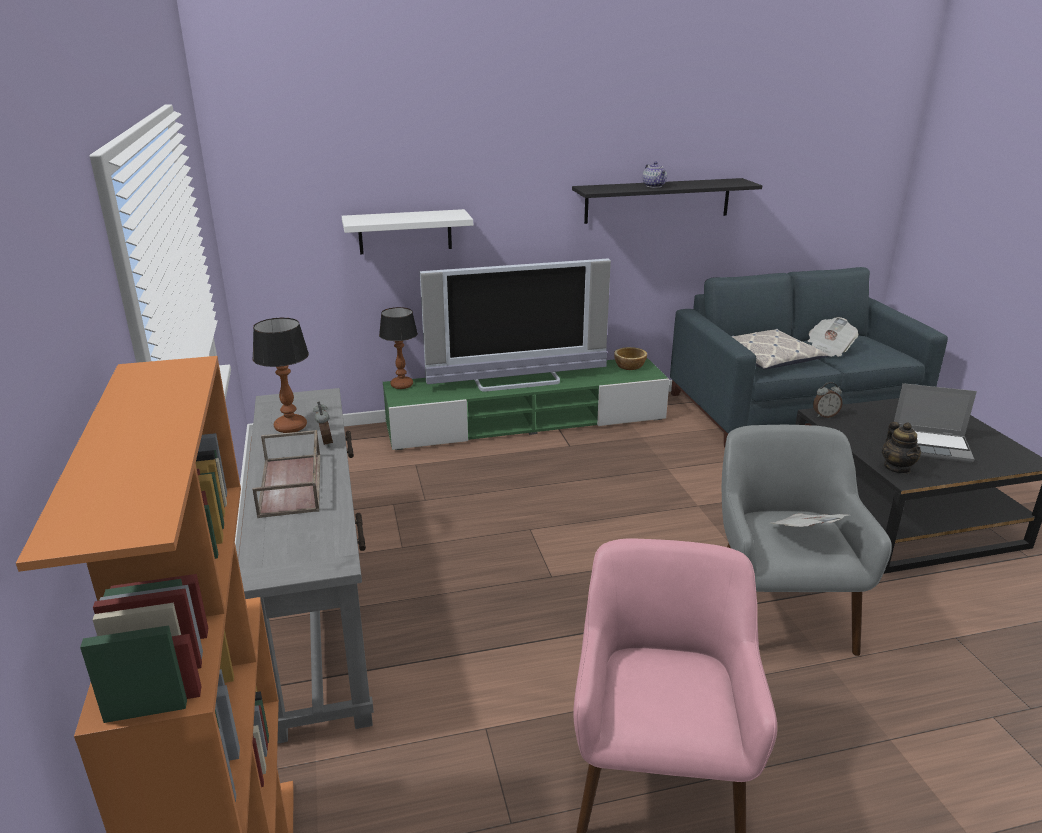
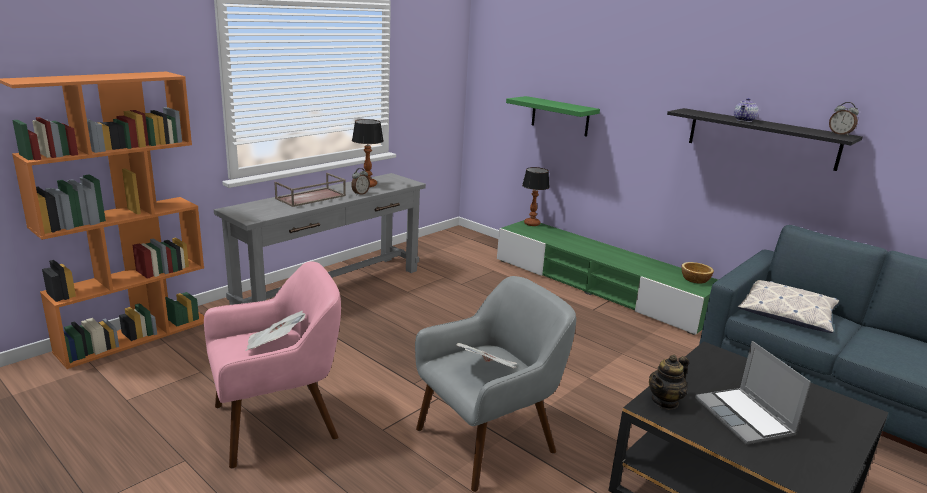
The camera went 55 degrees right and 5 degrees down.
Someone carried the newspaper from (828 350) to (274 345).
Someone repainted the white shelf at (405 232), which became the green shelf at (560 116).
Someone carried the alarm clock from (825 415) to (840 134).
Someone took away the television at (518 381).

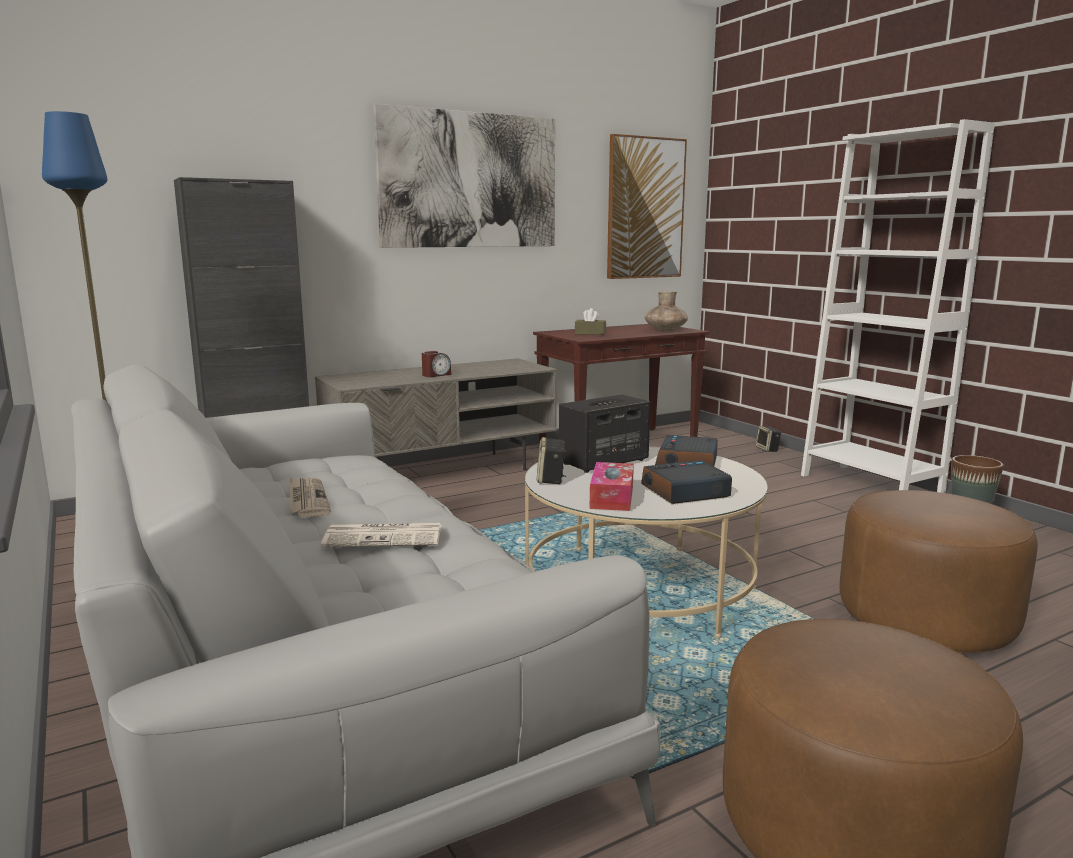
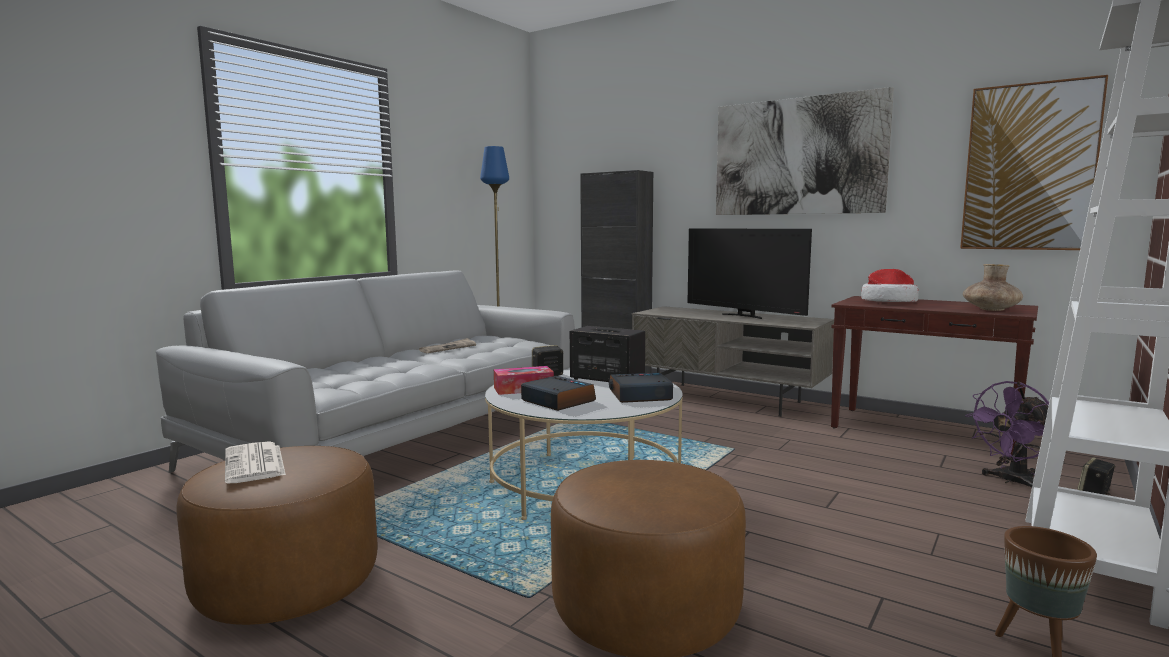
The camera went 65 degrees right and 5 degrees down.
Someone carried the newspaper from (385 536) to (255 464).
Someone put down the television at (744 316).
Someone swapped the brown tissue box at (590 333) for the hat at (888 302).
Someone put down the purple fan at (1011 481).
Someone took away the alarm clock at (436 375).

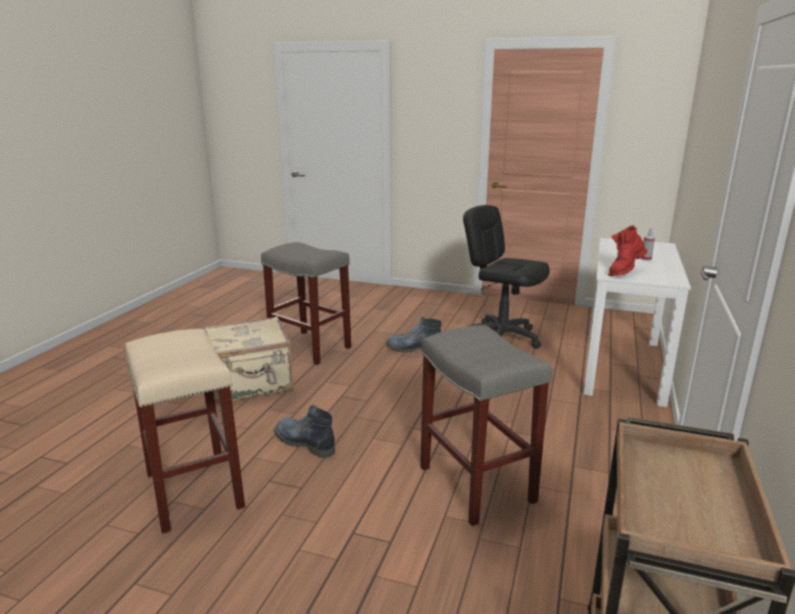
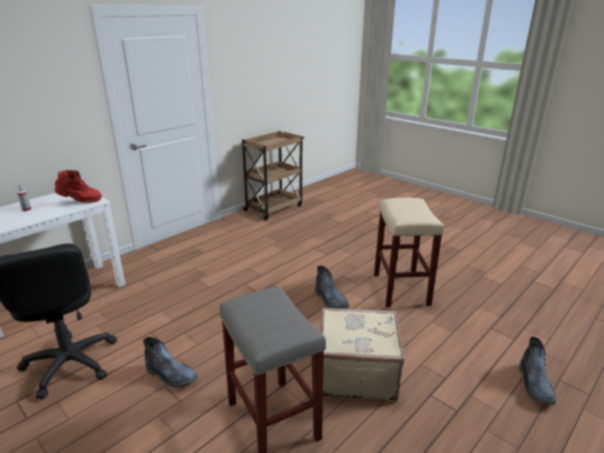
The camera went 155 degrees left and 5 degrees up.
Someone put down the boot at (535 385).
Someone took away the grey stool at (474 483).

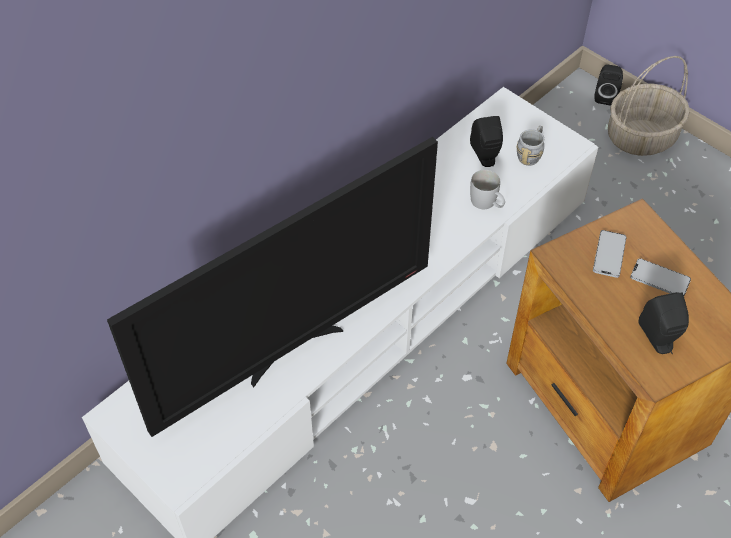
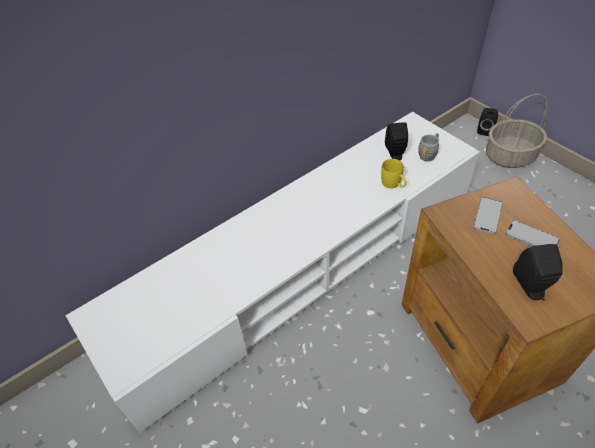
The camera went 10 degrees right and 5 degrees down.
Someone repainted the white mug at (487 203), which became the yellow mug at (393 184).
Someone took away the television at (292 349).

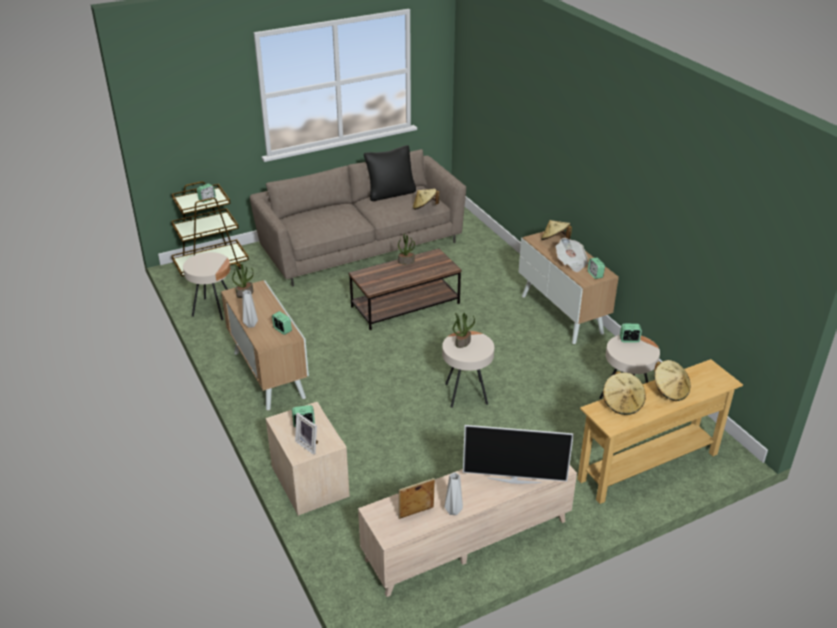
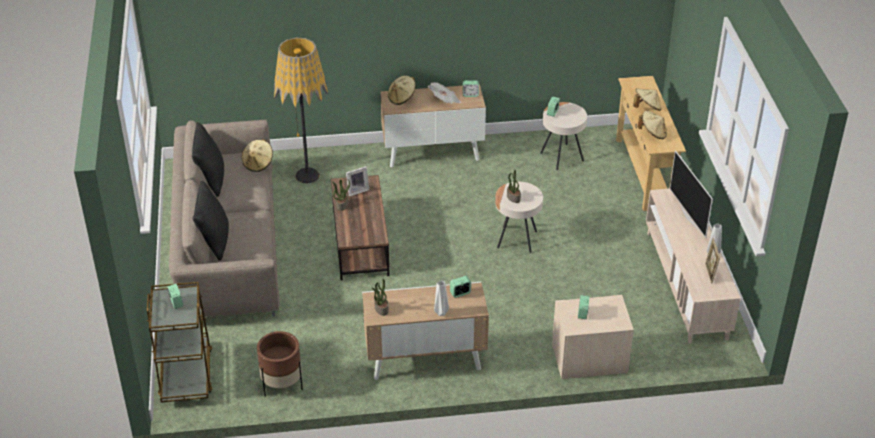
The camera went 70 degrees left and 5 degrees up.
Someone put down the black pillow at (214 241).
Someone swapped the beige side table at (213 309) for the brown planter at (282 385).
Someone put down the floor lamp at (307 176).
Someone carried the picture frame from (309 445) to (357 190).
Someone rotated the television at (514 479) by 135 degrees clockwise.

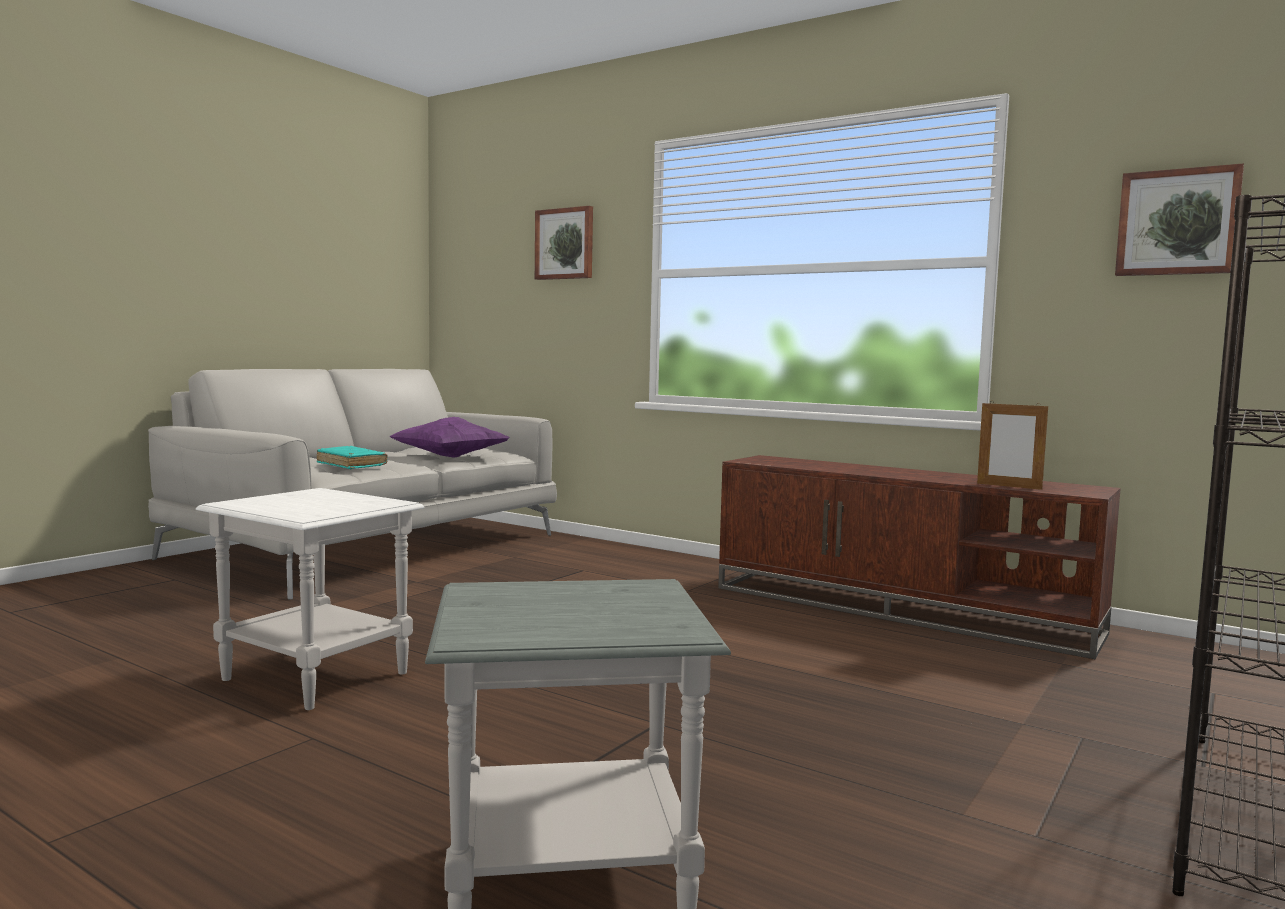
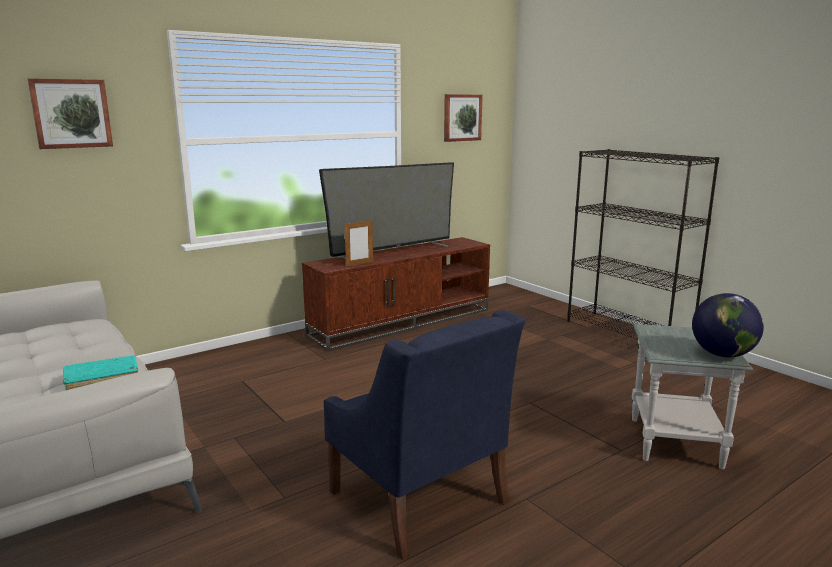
The camera went 70 degrees left and 10 degrees up.
Someone put down the television at (392 252).
Someone swapped the white side table at (314 676) for the blue armchair at (419 498).
Someone carried the picture frame from (1009 486) to (359 263).
Someone put down the globe at (723 354).
Someone took away the purple pillow at (449 457).

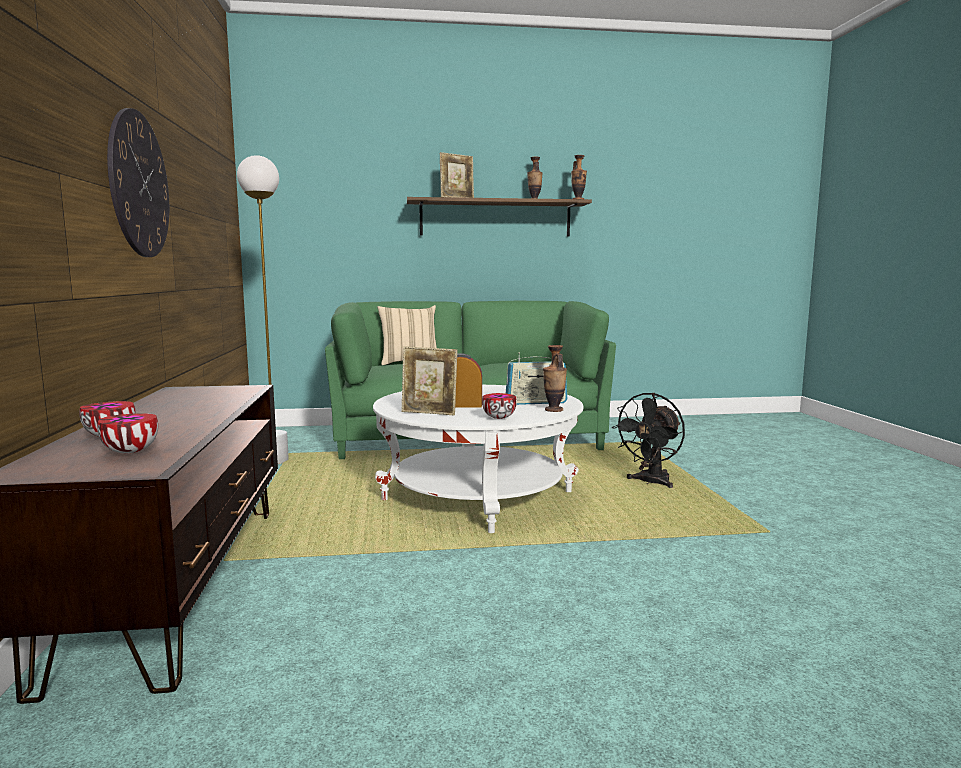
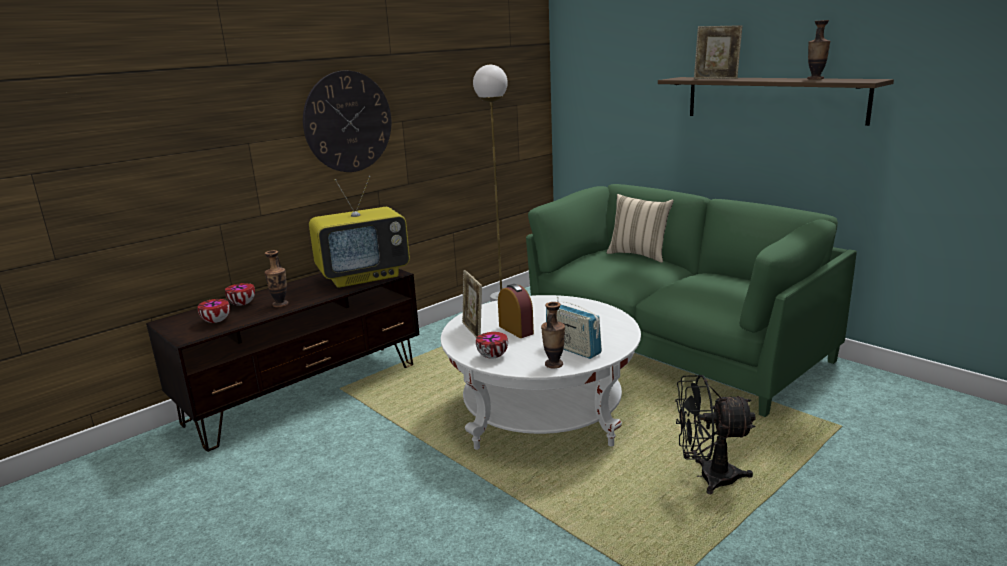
The camera went 55 degrees right and 10 degrees up.
Someone carried the vase from (578 200) to (280 304).
Someone put down the television at (364 276).

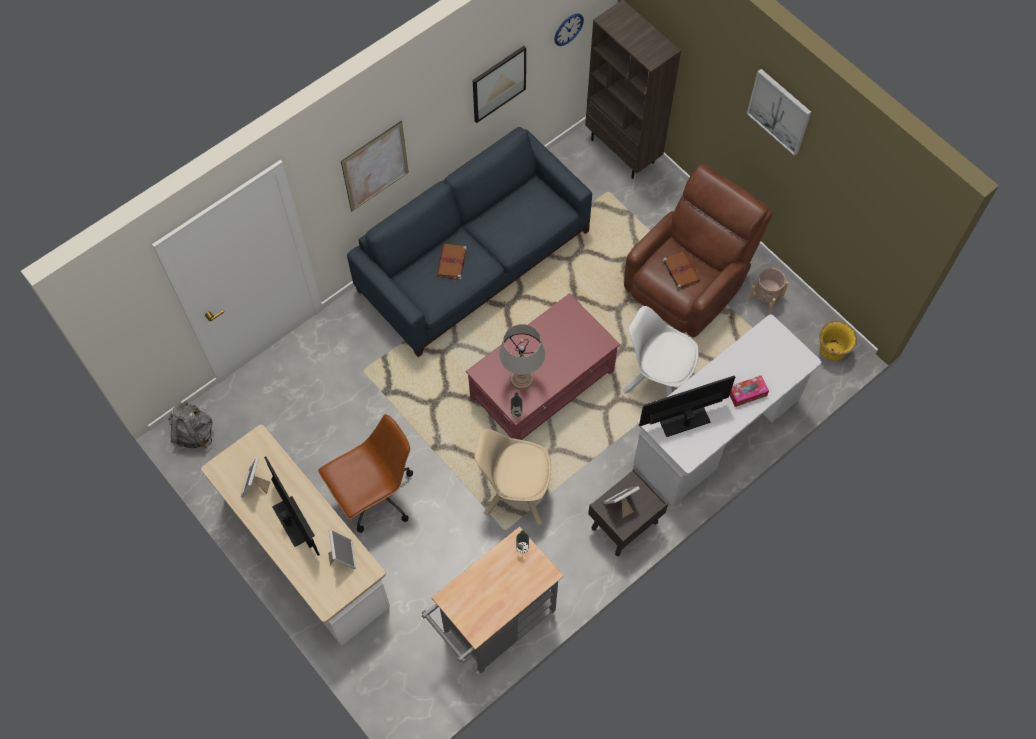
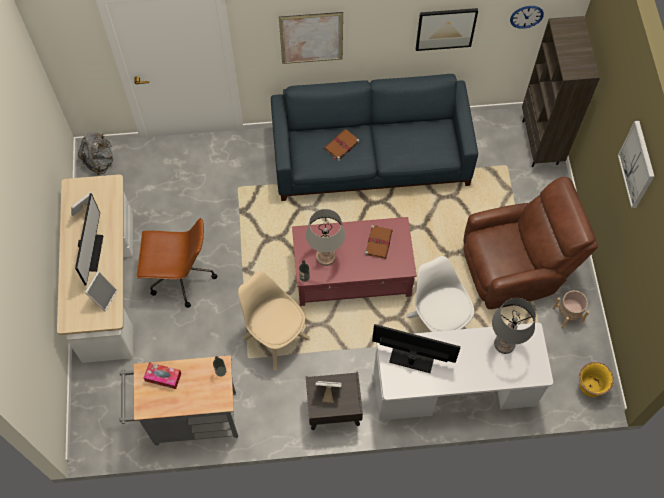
The camera went 35 degrees right and 0 degrees up.
Someone carried the tissue box from (747 393) to (163 377).
Someone carried the brown book from (680 270) to (378 242).
Someone put down the grey table lamp at (504 344).

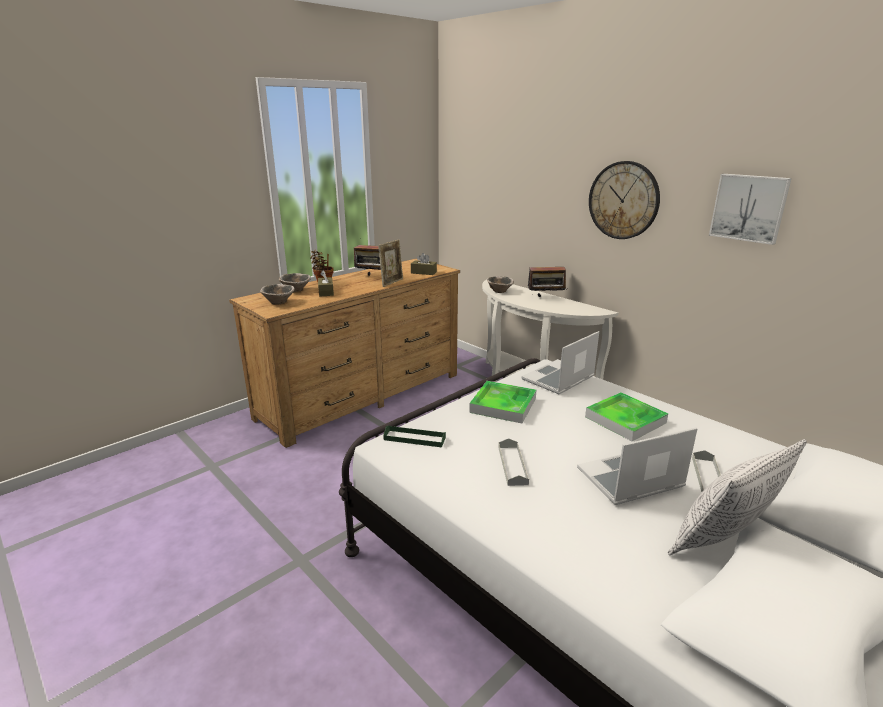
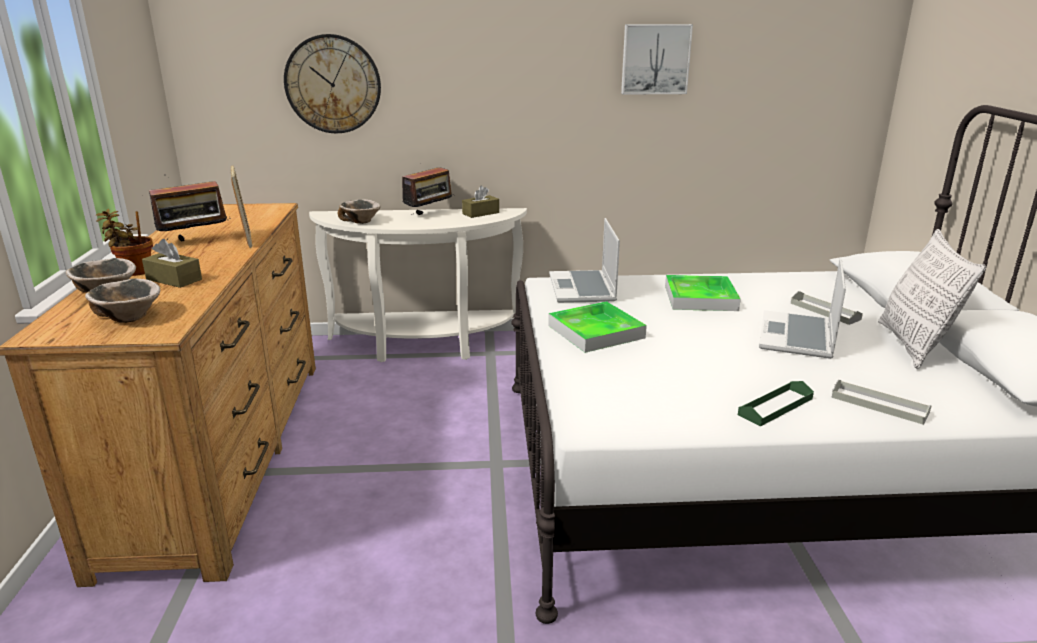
The camera went 50 degrees left and 0 degrees up.
Someone carried the wall clock from (623 200) to (333 84).
Someone carried the brown tissue box from (423 272) to (480 213).
Someone carried the green tray from (414 438) to (775 406).
Someone carried the grey tray from (512 465) to (879 405).

